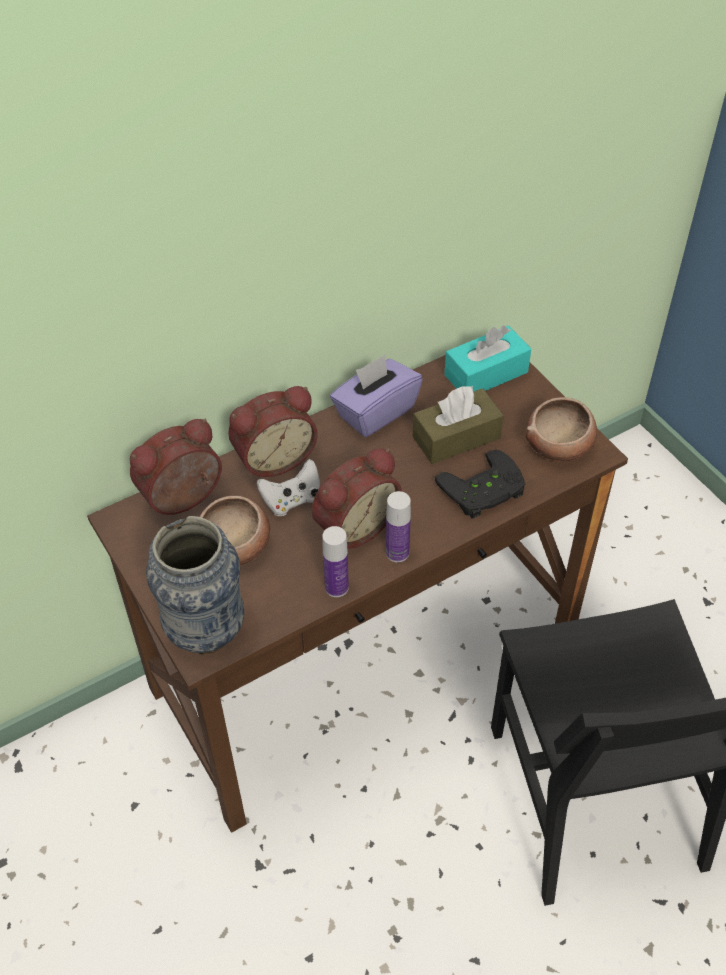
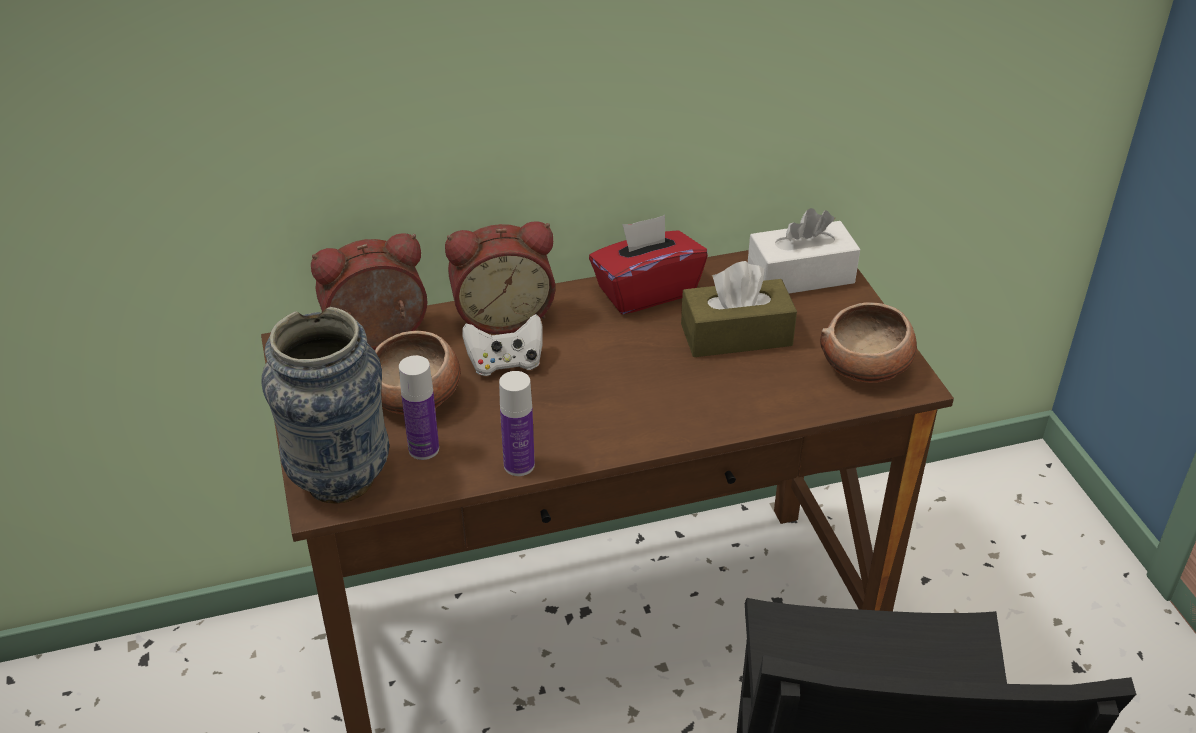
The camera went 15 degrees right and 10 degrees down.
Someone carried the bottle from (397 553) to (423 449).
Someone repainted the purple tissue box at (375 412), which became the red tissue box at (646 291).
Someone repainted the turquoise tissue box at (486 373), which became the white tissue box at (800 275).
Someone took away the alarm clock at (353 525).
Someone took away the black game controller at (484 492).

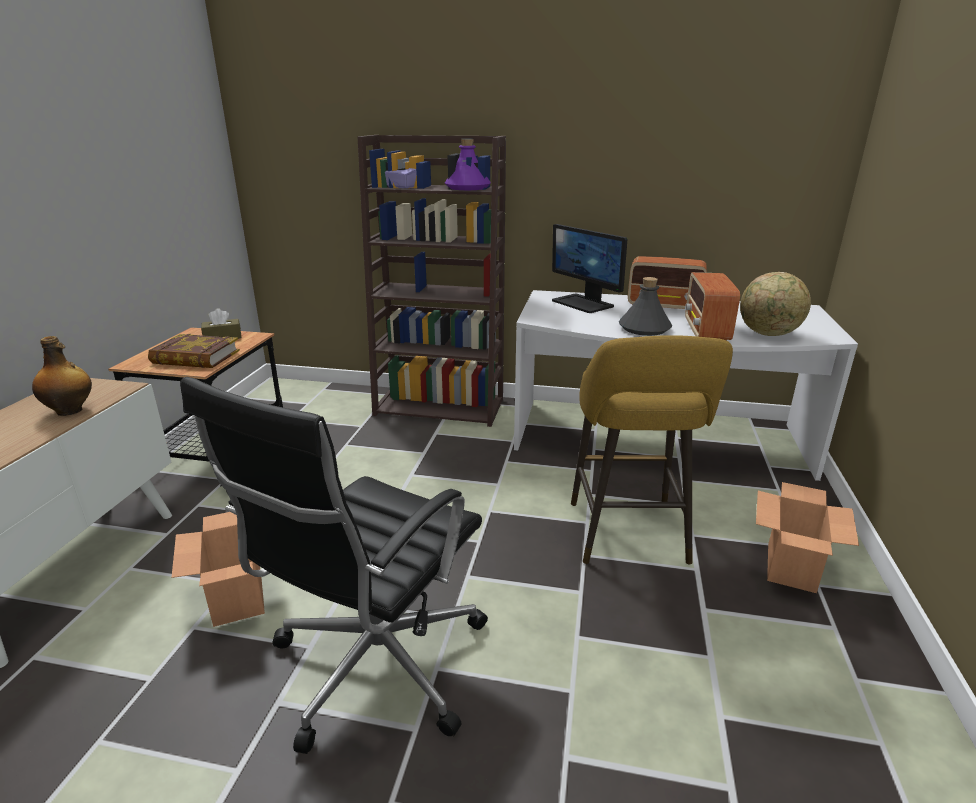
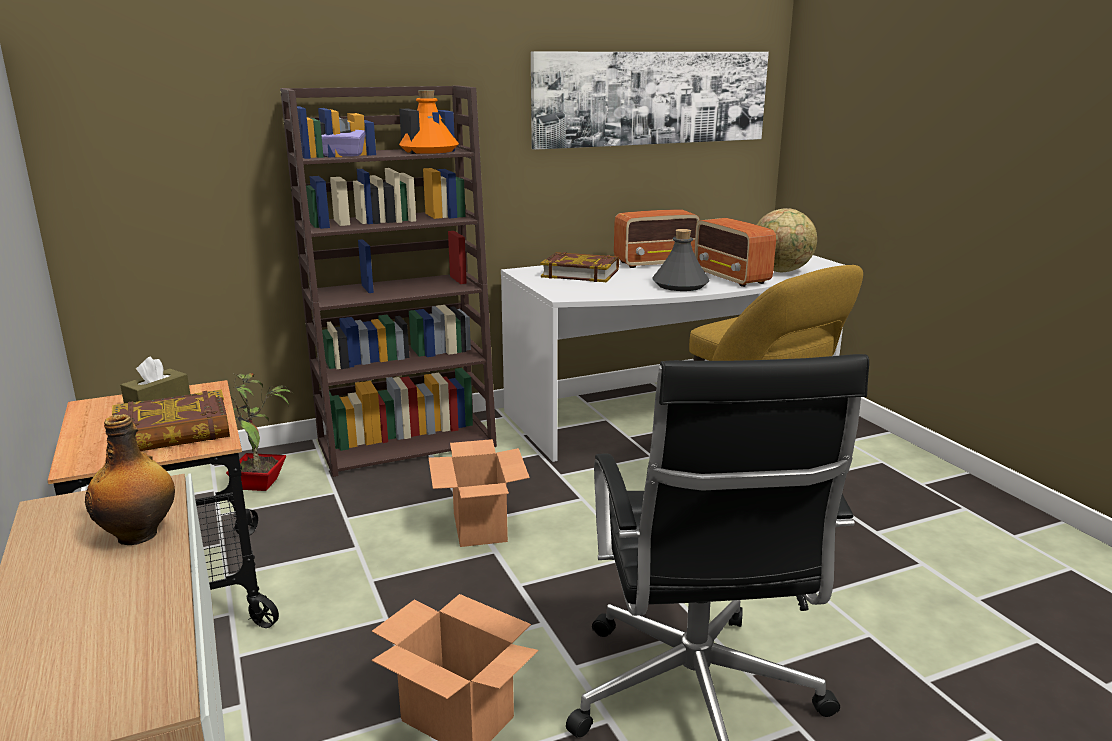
The camera went 35 degrees left and 5 degrees down.
Someone put down the potted plant at (262 485).
Someone repainted the purple bottle at (468 188), which became the orange bottle at (429 151).
Someone carried the cardboard box from (791 568) to (480 527).
Someone put up the picture at (652 98).
Someone swapped the monitor at (583 303) for the book at (580 273).

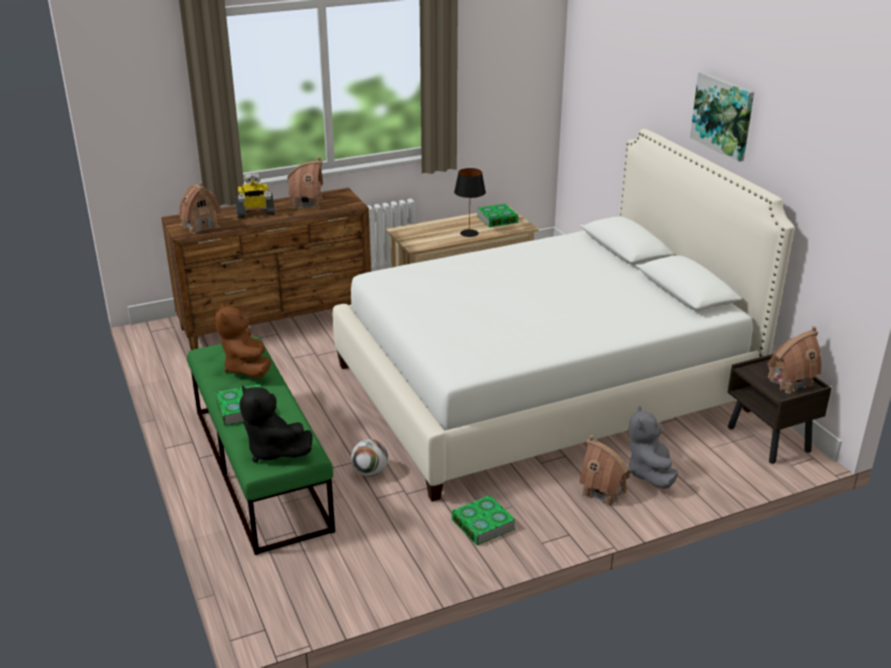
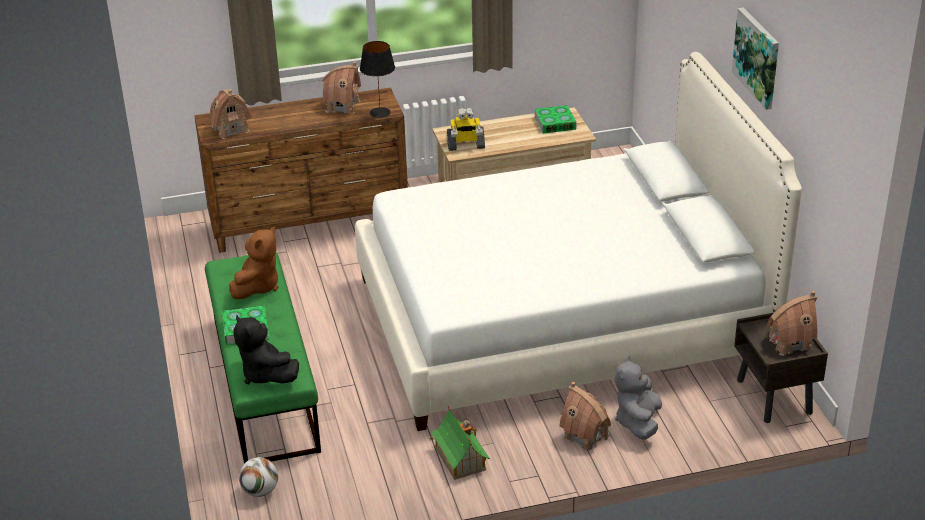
The camera went 10 degrees right and 5 degrees up.
Someone rotated the brown plush toy at (247 369) by 150 degrees counterclockwise.
Someone carried the football from (370 472) to (260 491).
Someone carried the black table lamp from (469 233) to (380 112).
Someone swapped the book at (483 524) for the toy house at (460 458).
Someone carried the toy robot from (255 213) to (465 145).

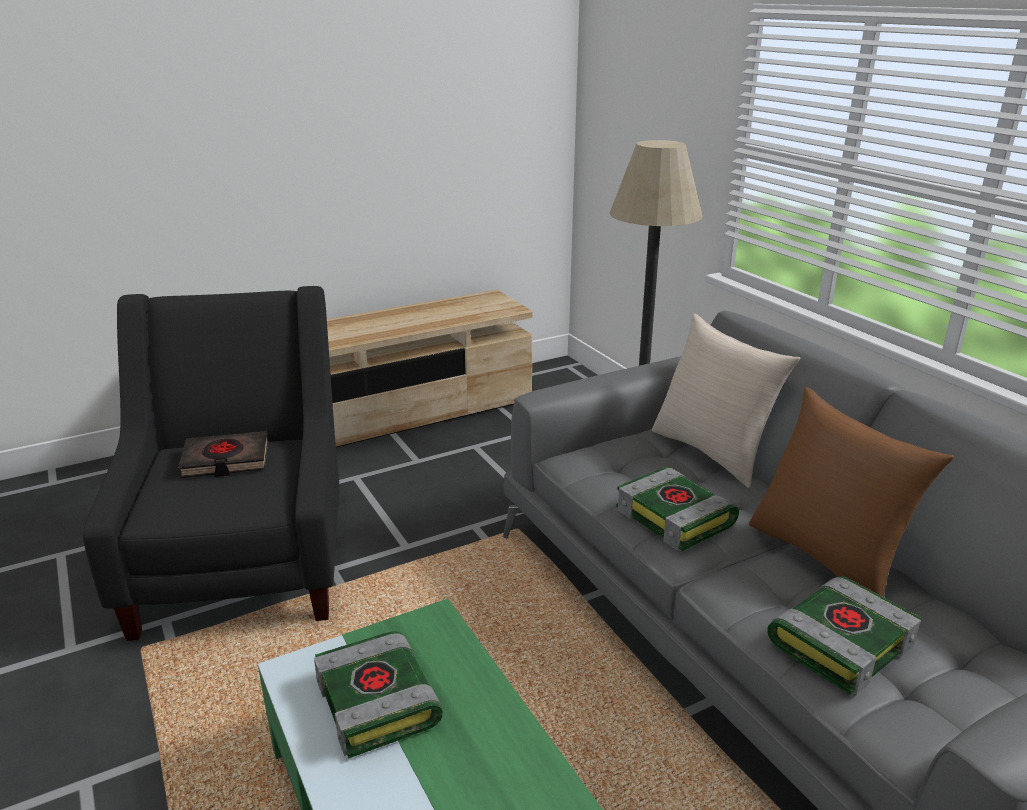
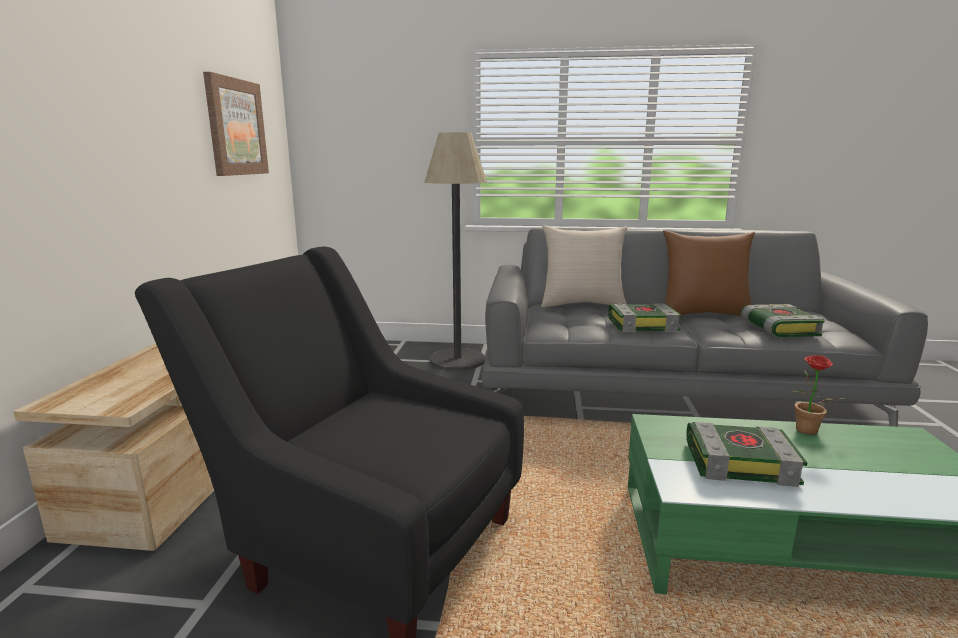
The camera went 55 degrees left and 10 degrees down.
Someone put up the picture at (236 127).
Someone put down the potted plant at (806 432).
Someone took away the black book at (225 460).

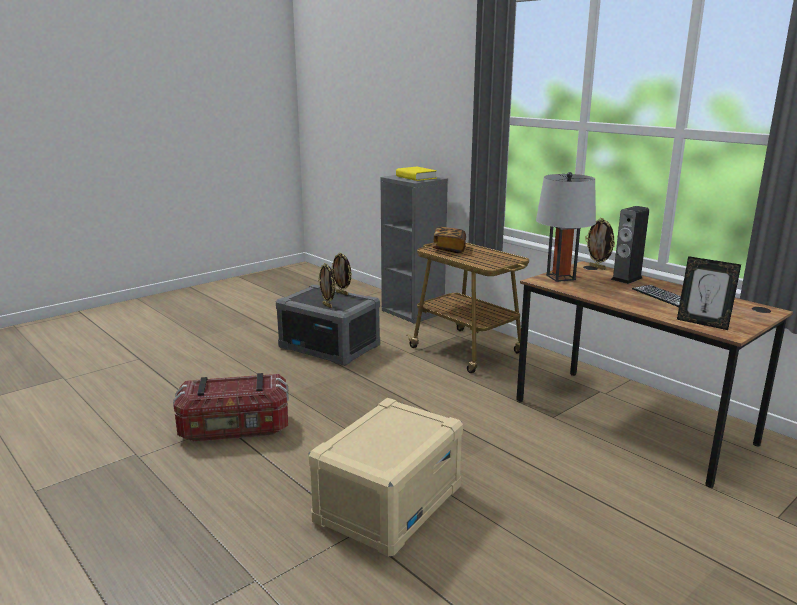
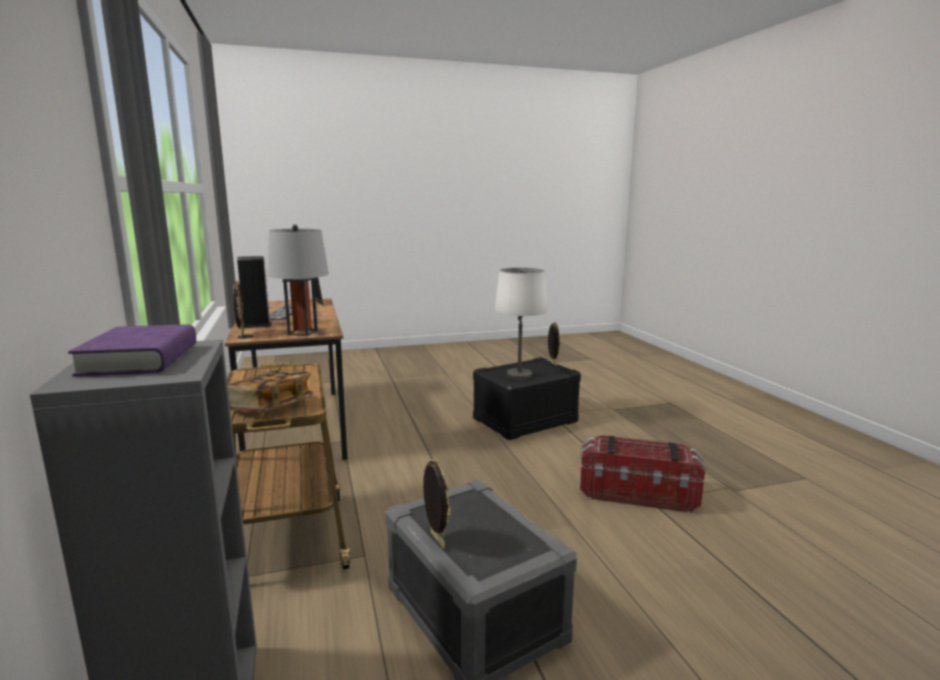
The camera went 155 degrees left and 5 degrees down.
Someone repainted the yellow book at (416 177), which became the purple book at (140 359).
Someone repainted the beige storage box at (388 503), which became the black storage box at (525 421).
Someone put down the white table lamp at (519 375).
Someone carried the picture frame from (328 305) to (552 363).

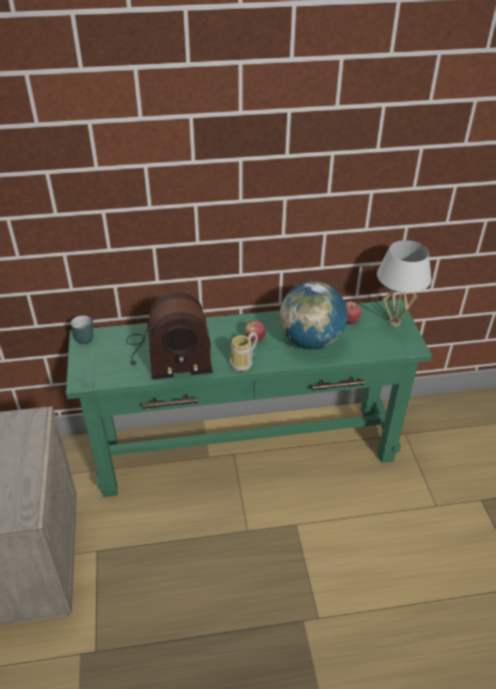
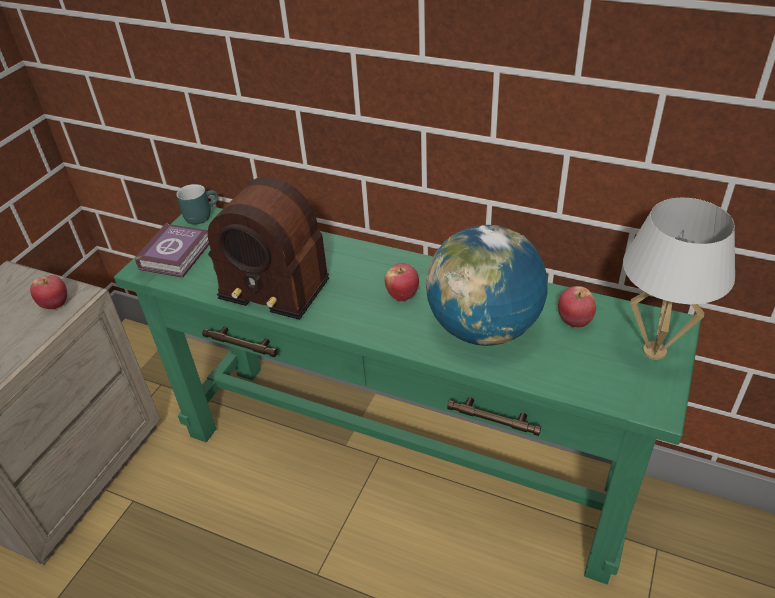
The camera went 35 degrees right and 0 degrees up.
Someone put down the apple at (55 304).
Someone put down the book at (178 254).
Someone took away the mug at (244 363).

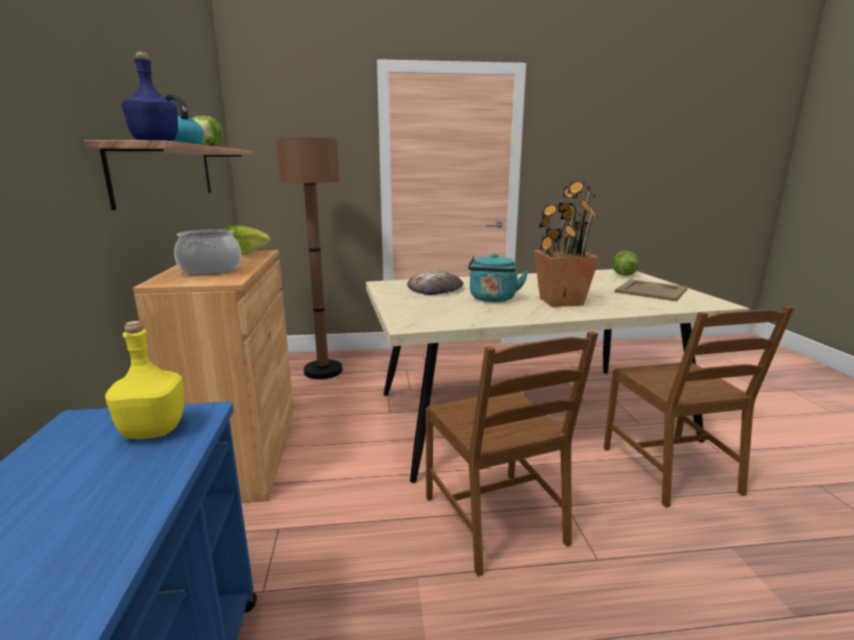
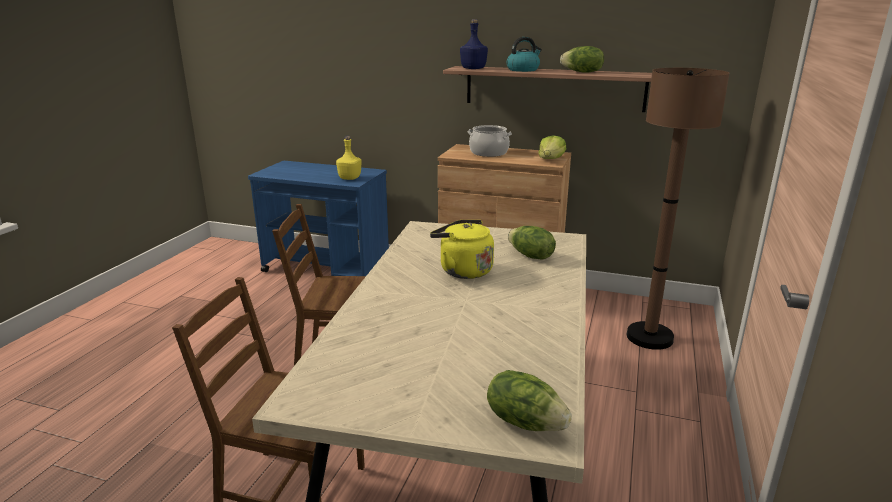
The camera went 115 degrees right and 5 degrees up.
Someone repainted the turquoise kettle at (493 299), which became the yellow kettle at (463 270).
Someone swapped the bread at (435 288) for the lettuce at (530 256).
Someone took away the potted plant at (560 301).
Someone took away the beige tray at (650 290).

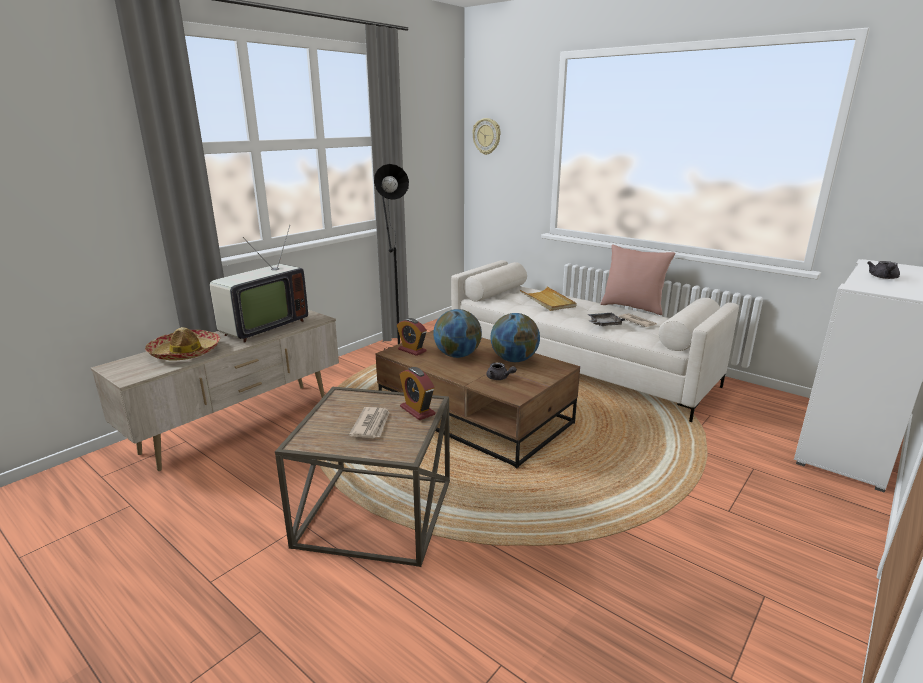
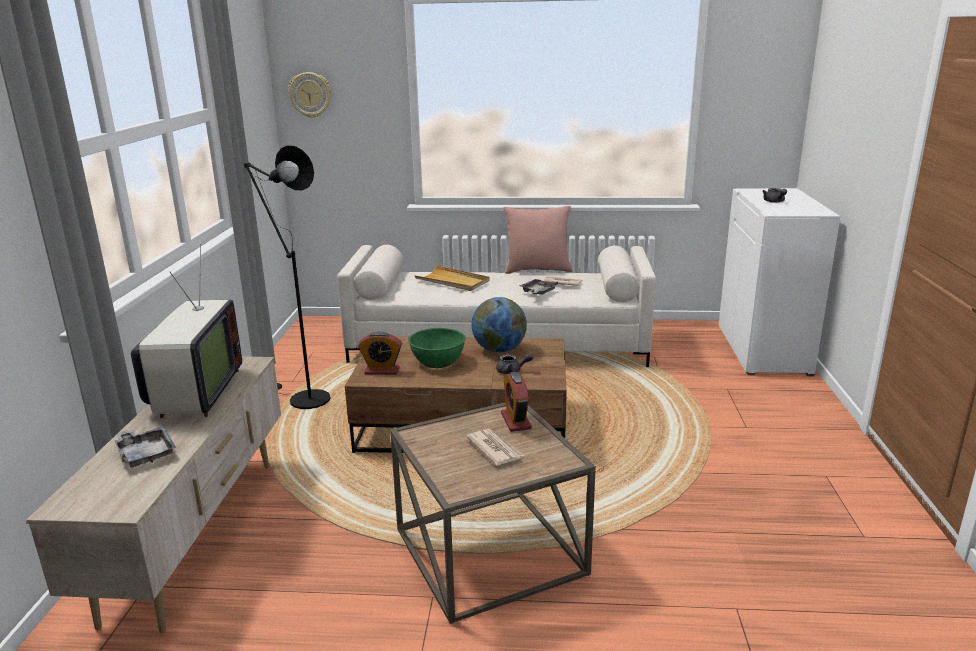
The camera went 35 degrees left and 0 degrees up.
Someone swapped the hat at (185 352) for the grey tray at (146 453).
Someone swapped the globe at (457 355) for the green bowl at (438 362).
Someone rotated the alarm clock at (417 411) by 60 degrees clockwise.

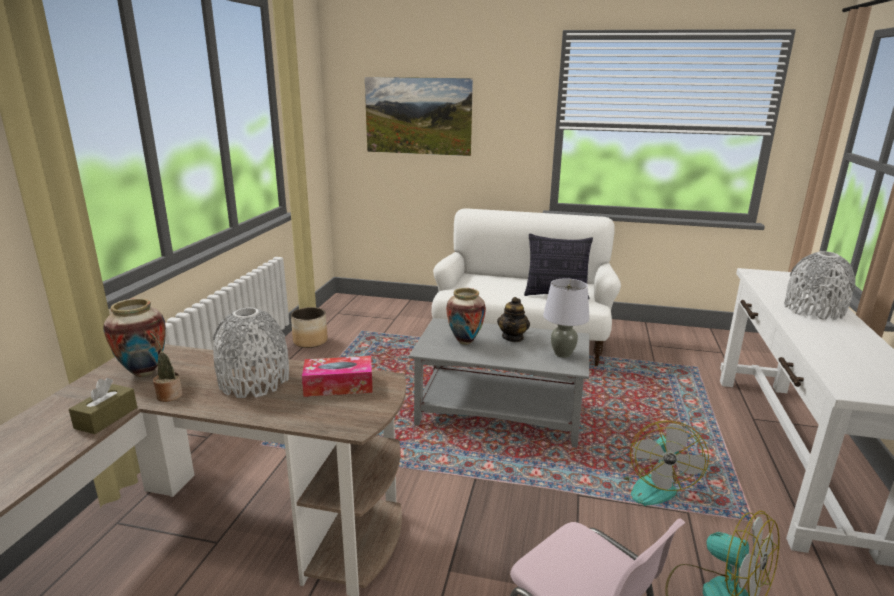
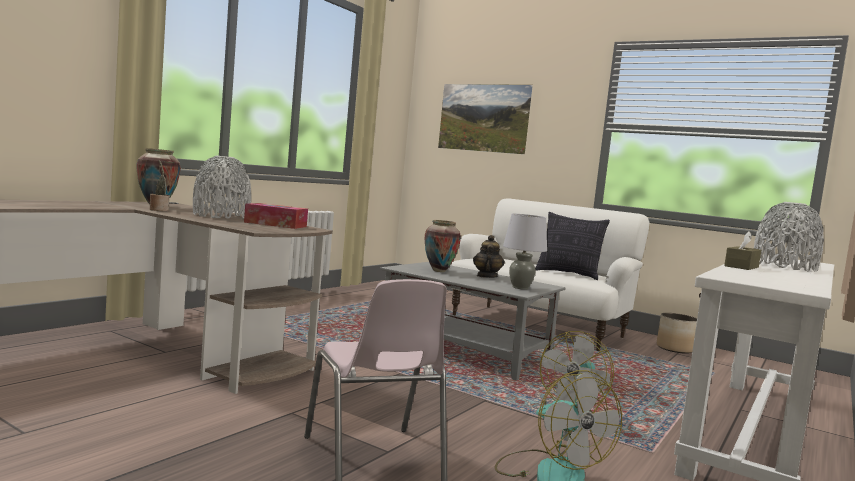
The camera went 20 degrees right and 15 degrees down.
Someone rotated the teapot at (513 337) by 150 degrees clockwise.
Someone carried the planter from (310 341) to (675 349).
Someone carried the brown tissue box from (106 418) to (741 267).

